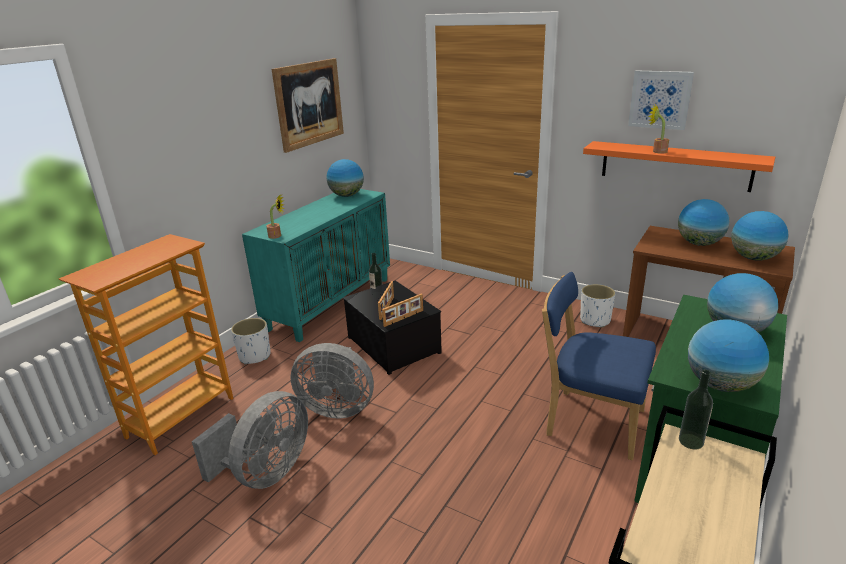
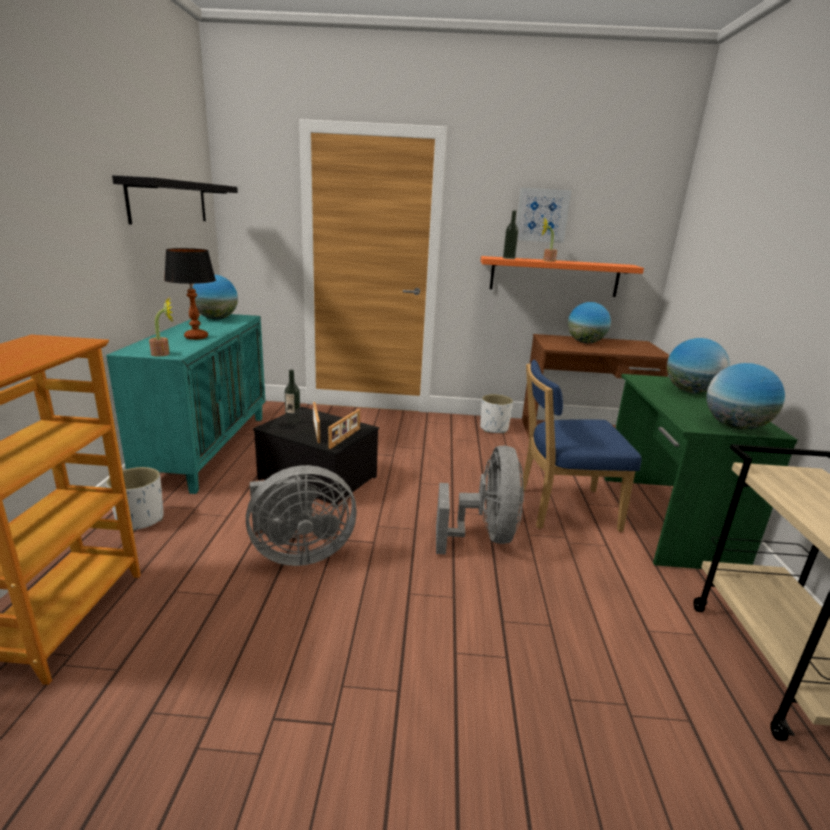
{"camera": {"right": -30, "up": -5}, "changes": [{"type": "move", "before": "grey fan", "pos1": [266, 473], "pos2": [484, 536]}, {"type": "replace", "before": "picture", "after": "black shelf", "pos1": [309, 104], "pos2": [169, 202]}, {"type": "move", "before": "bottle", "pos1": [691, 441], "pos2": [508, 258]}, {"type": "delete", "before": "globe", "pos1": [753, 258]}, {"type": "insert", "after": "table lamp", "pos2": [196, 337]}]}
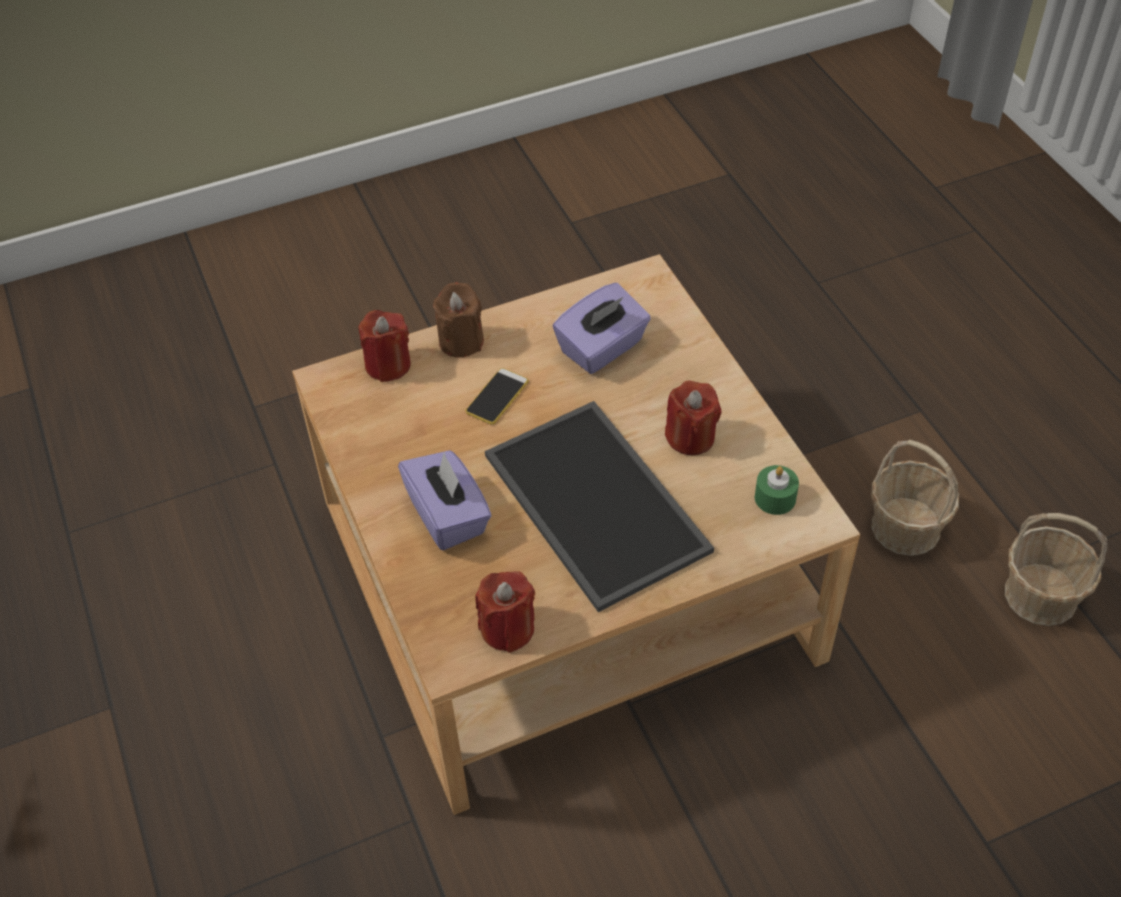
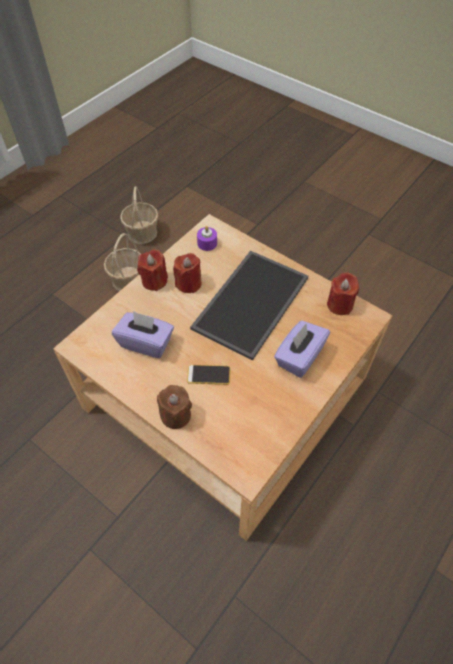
{"camera": {"right": -120, "up": 5}, "changes": [{"type": "move", "before": "red candle", "pos1": [388, 365], "pos2": [154, 281]}, {"type": "recolor", "before": "green candle", "after": "purple candle", "pos1": [775, 498], "pos2": [207, 243]}]}
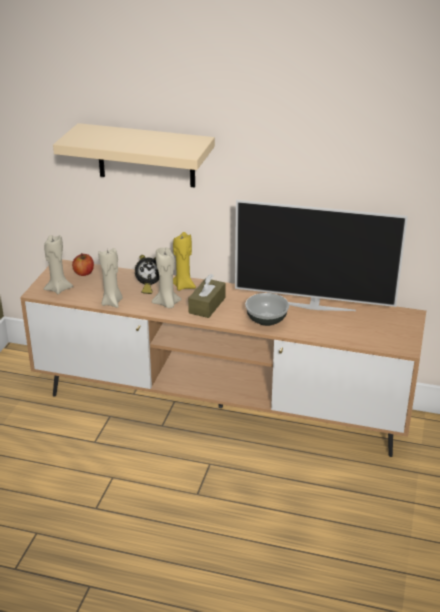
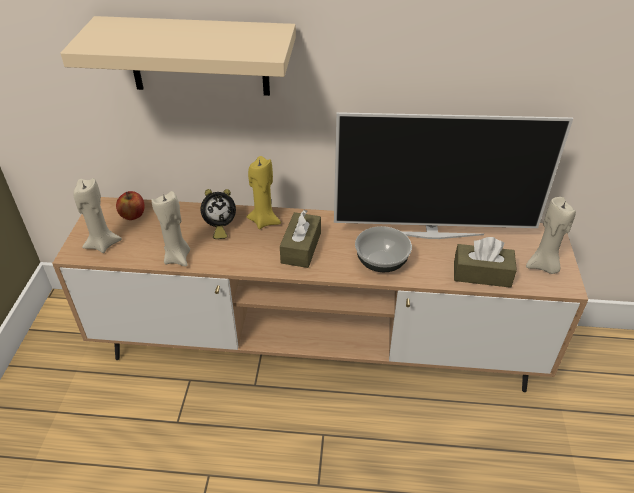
{"camera": {"right": -10, "up": 10}, "changes": [{"type": "move", "before": "beige candle", "pos1": [167, 304], "pos2": [543, 266]}, {"type": "insert", "after": "brown tissue box", "pos2": [482, 274]}]}
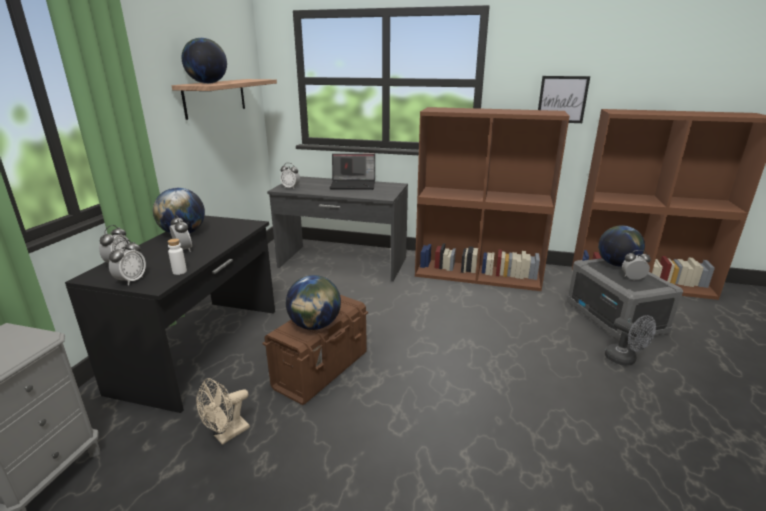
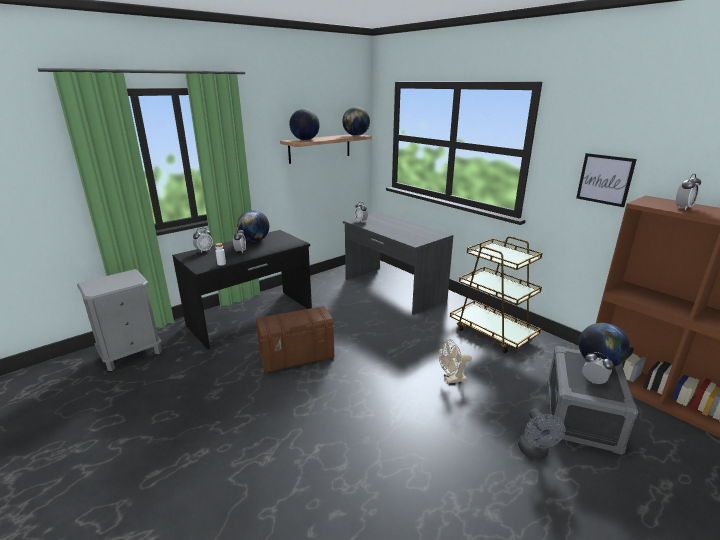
{"camera": {"right": 35, "up": 0}, "changes": [{"type": "move", "before": "alarm clock", "pos1": [131, 280], "pos2": [683, 208]}, {"type": "move", "before": "beige fan", "pos1": [227, 435], "pos2": [451, 379]}, {"type": "move", "before": "globe", "pos1": [315, 325], "pos2": [356, 135]}, {"type": "delete", "before": "laptop", "pos1": [353, 185]}, {"type": "replace", "before": "brown bookcase", "after": "brown cart", "pos1": [478, 274], "pos2": [492, 332]}]}
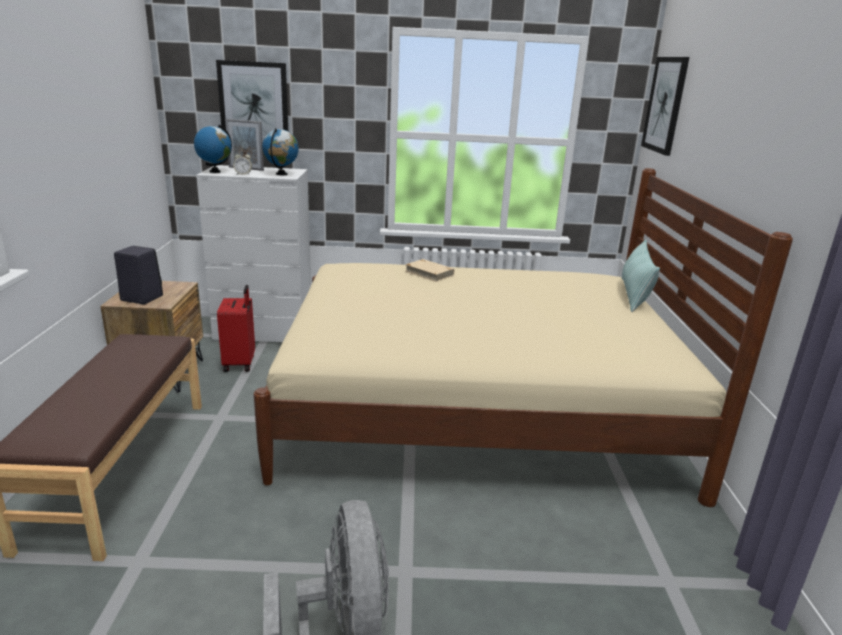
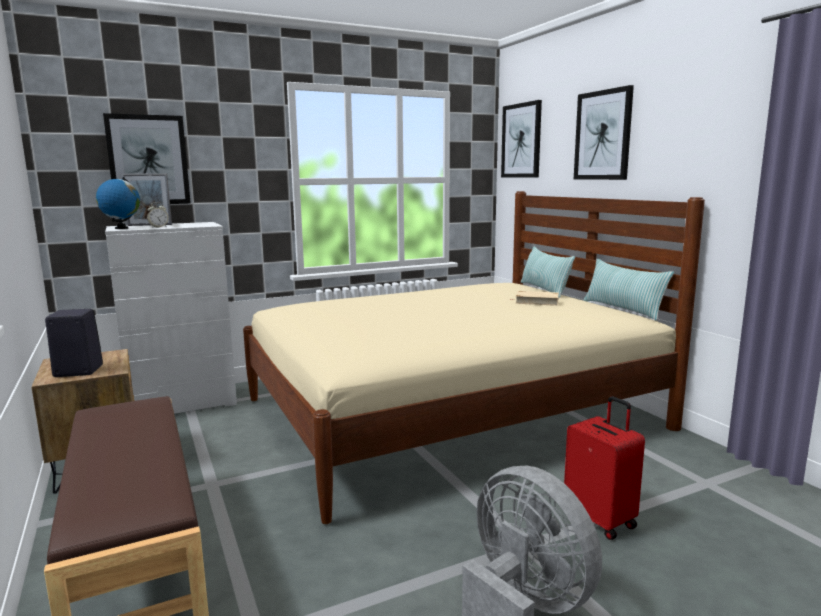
{"camera": {"right": -25, "up": -10}, "changes": [{"type": "move", "before": "red suitcase", "pos1": [240, 363], "pos2": [601, 519]}, {"type": "delete", "before": "globe", "pos1": [281, 174]}, {"type": "move", "before": "beige book", "pos1": [429, 273], "pos2": [536, 301]}, {"type": "insert", "after": "picture", "pos2": [603, 135]}, {"type": "insert", "after": "pillow", "pos2": [623, 309]}]}
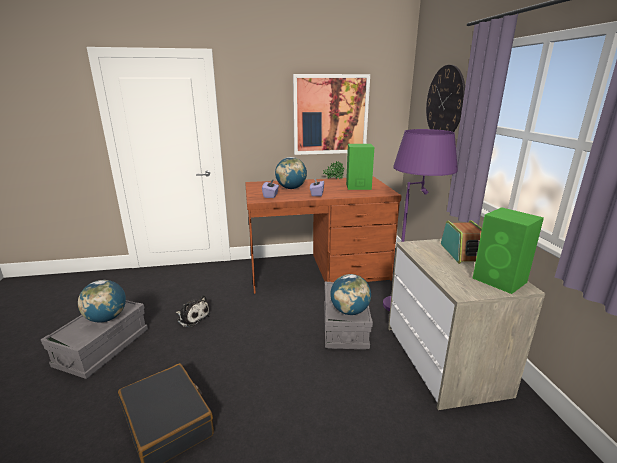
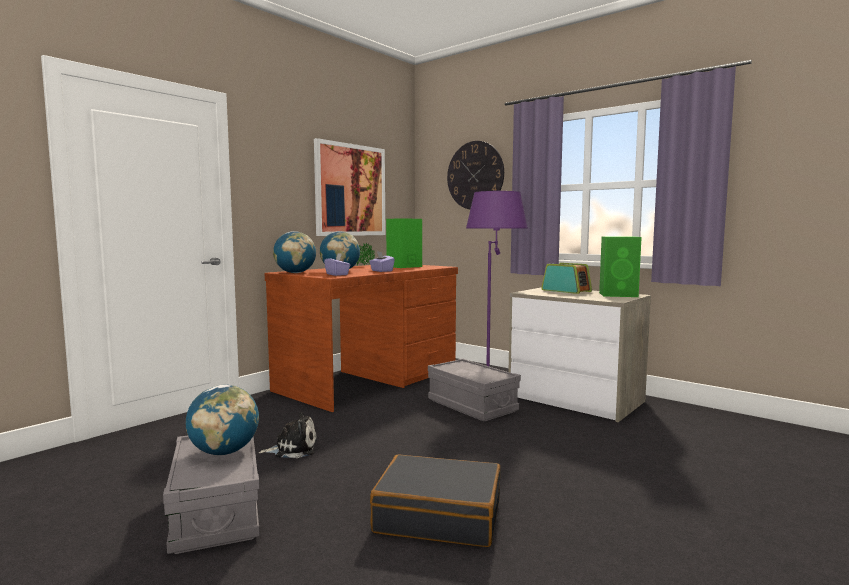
{"camera": {"right": -40, "up": -15}, "changes": [{"type": "move", "before": "globe", "pos1": [349, 311], "pos2": [295, 273]}]}
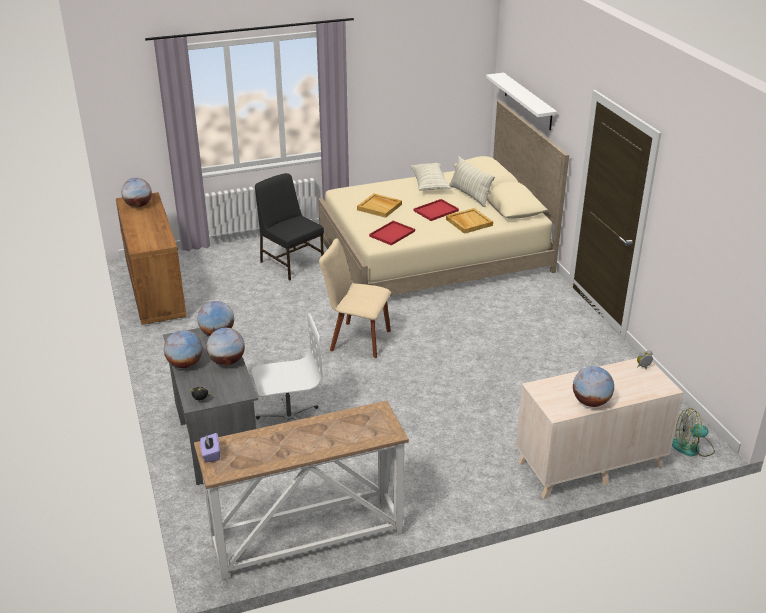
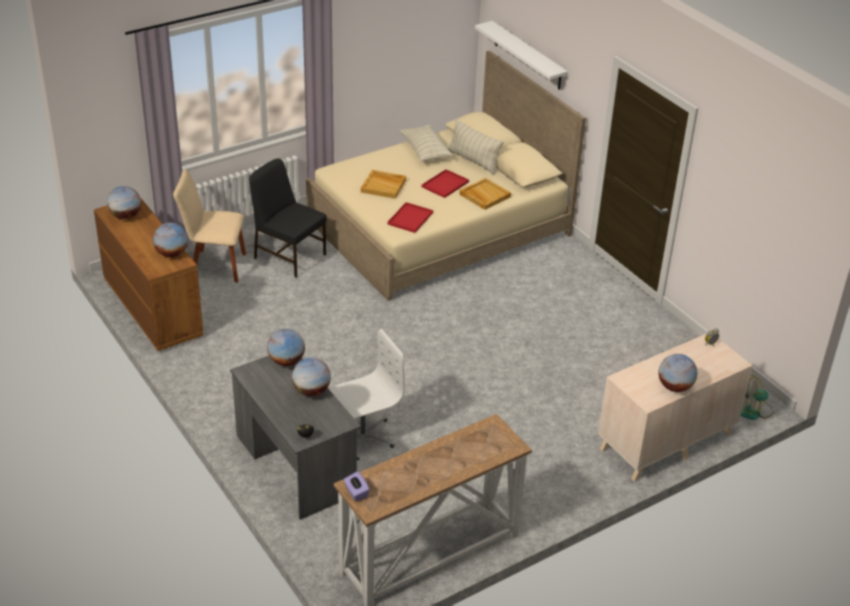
{"camera": {"right": -15, "up": 5}, "changes": [{"type": "move", "before": "globe", "pos1": [185, 364], "pos2": [171, 253]}, {"type": "move", "before": "beige chair", "pos1": [357, 339], "pos2": [214, 266]}]}
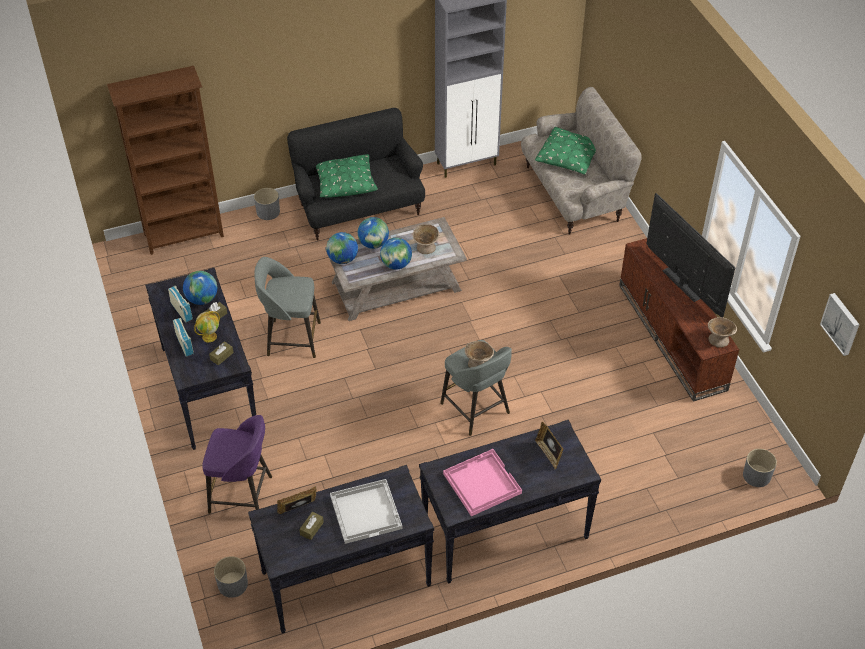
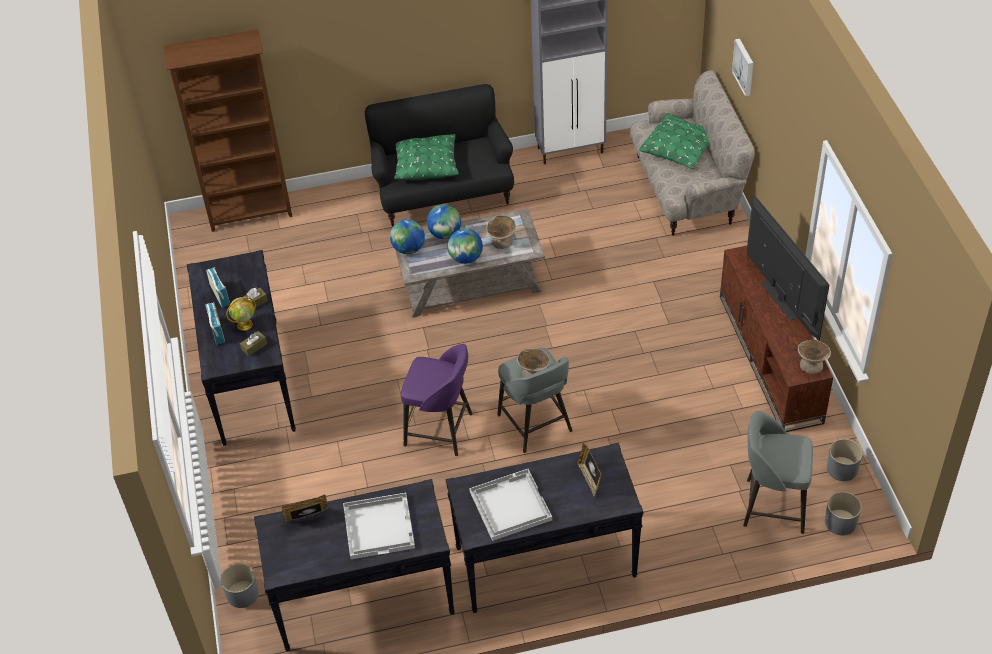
{"camera": {"right": 10, "up": 0}, "changes": [{"type": "delete", "before": "globe", "pos1": [202, 299]}, {"type": "move", "before": "purple stool", "pos1": [243, 495], "pos2": [440, 430]}, {"type": "move", "before": "grey planter", "pos1": [268, 212], "pos2": [842, 468]}, {"type": "move", "before": "grey stool", "pos1": [291, 338], "pos2": [772, 505]}, {"type": "delete", "before": "brown tissue box", "pos1": [311, 528]}, {"type": "recolor", "before": "pink tray", "after": "white tray", "pos1": [481, 483], "pos2": [509, 505]}, {"type": "move", "before": "picture", "pos1": [841, 323], "pos2": [744, 67]}]}
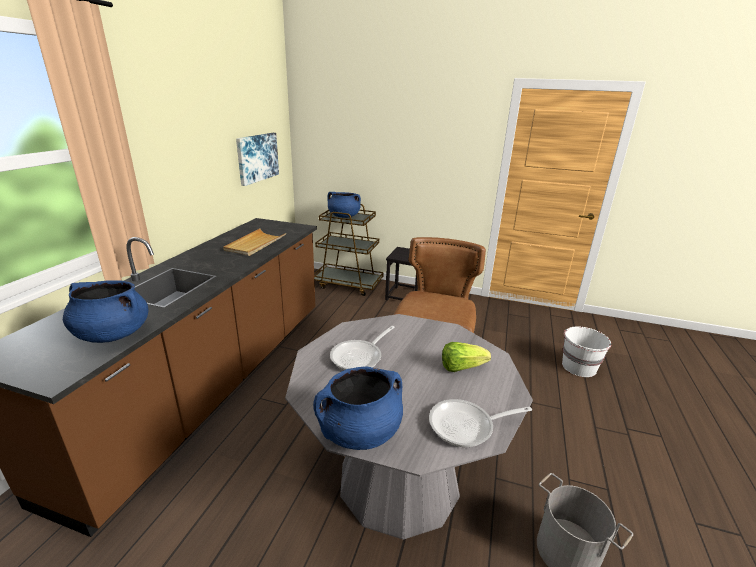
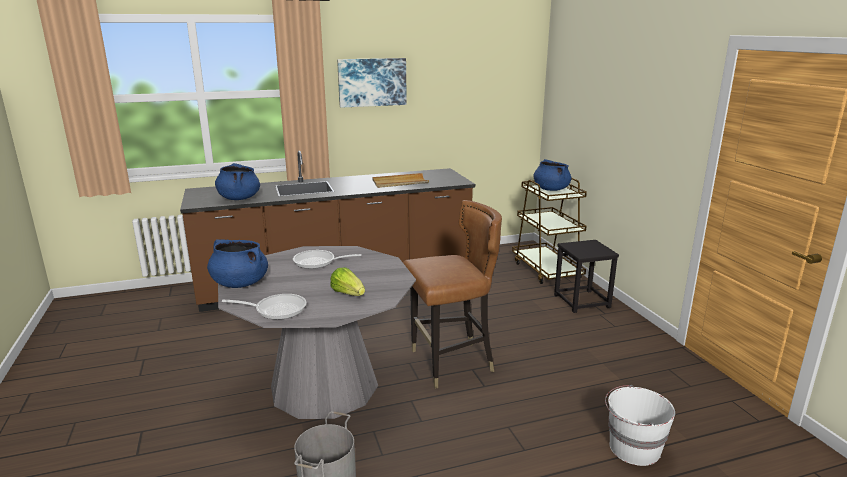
{"camera": {"right": 55, "up": -5}, "changes": [{"type": "move", "before": "picture", "pos1": [257, 157], "pos2": [372, 82]}, {"type": "rotate", "before": "frying pan", "pos1": [466, 426], "pos2": [276, 309], "turn": 135}]}
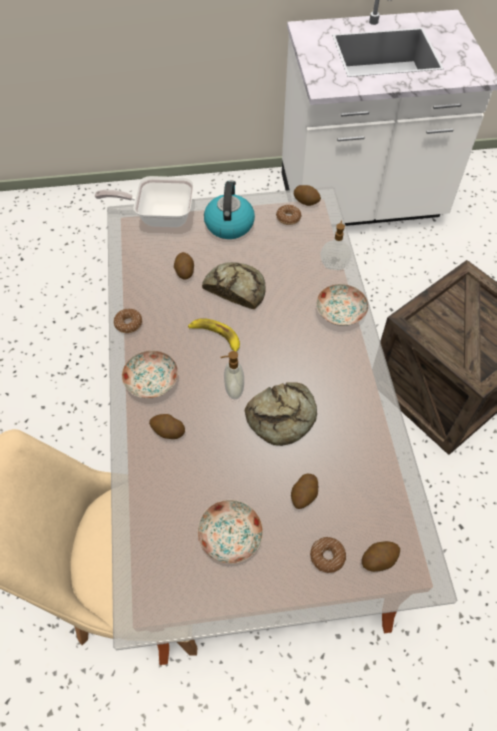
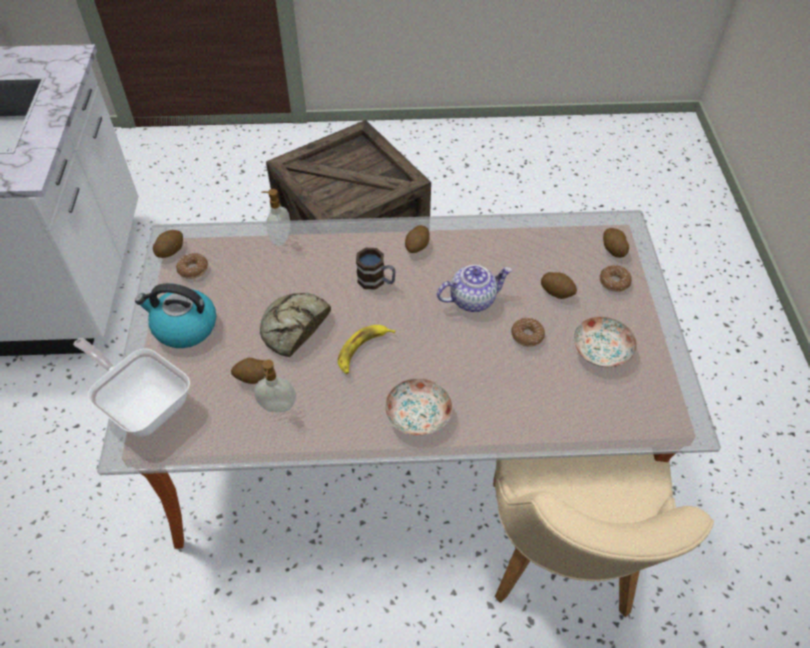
{"camera": {"right": -85, "up": -5}, "changes": [{"type": "rotate", "before": "frying pan", "pos1": [159, 216], "pos2": [143, 404], "turn": 120}, {"type": "move", "before": "donut", "pos1": [128, 323], "pos2": [527, 335]}, {"type": "move", "before": "potato", "pos1": [168, 431], "pos2": [417, 247]}, {"type": "move", "before": "soap dispenser", "pos1": [233, 390], "pos2": [277, 407]}, {"type": "replace", "before": "bread", "after": "teapot", "pos1": [283, 417], "pos2": [472, 299]}, {"type": "delete", "before": "plate", "pos1": [341, 312]}, {"type": "insert", "after": "mug", "pos2": [376, 281]}]}
